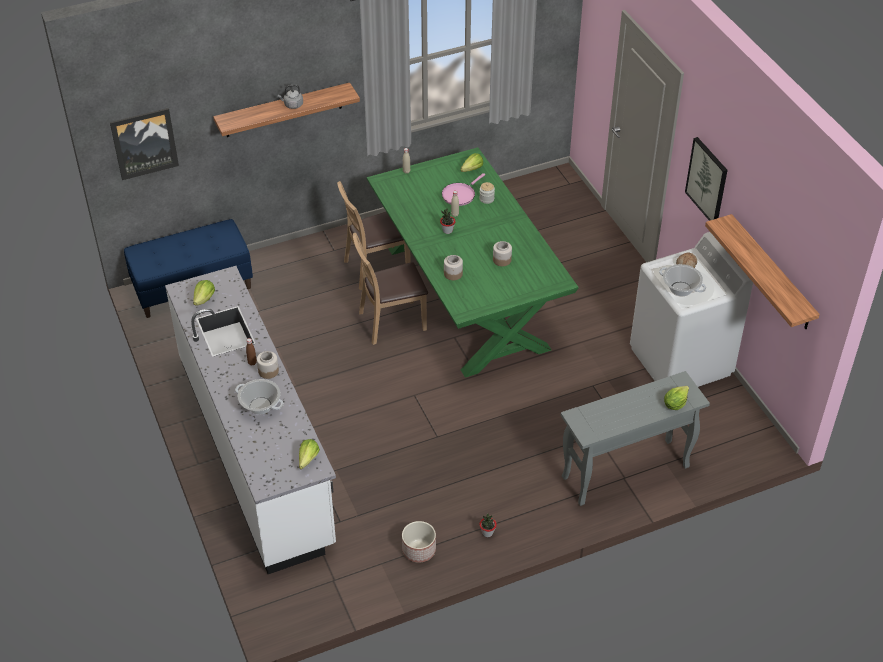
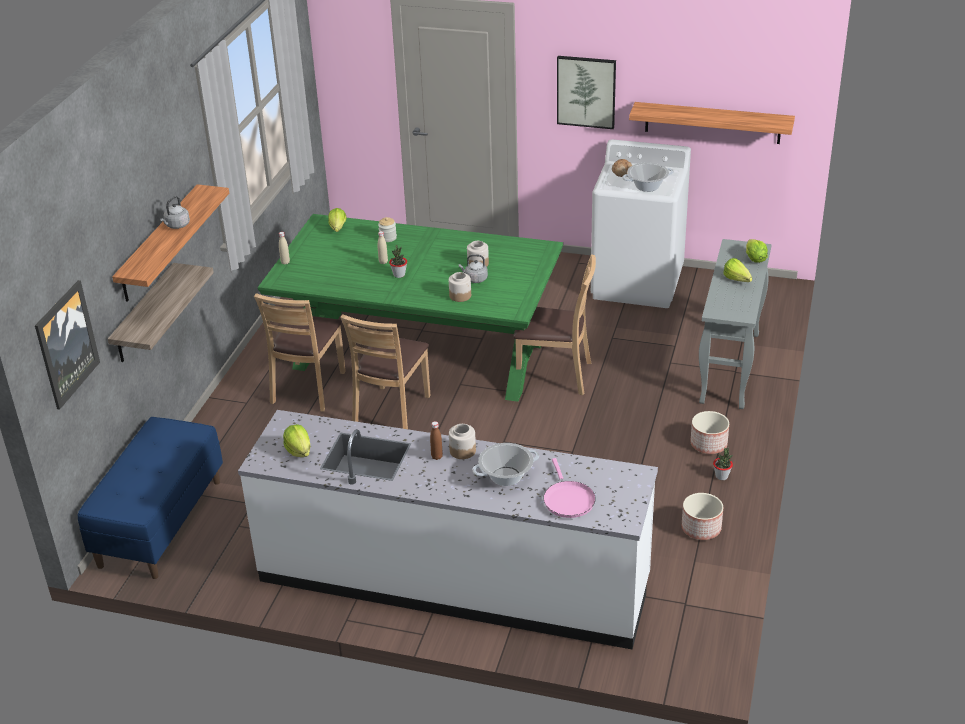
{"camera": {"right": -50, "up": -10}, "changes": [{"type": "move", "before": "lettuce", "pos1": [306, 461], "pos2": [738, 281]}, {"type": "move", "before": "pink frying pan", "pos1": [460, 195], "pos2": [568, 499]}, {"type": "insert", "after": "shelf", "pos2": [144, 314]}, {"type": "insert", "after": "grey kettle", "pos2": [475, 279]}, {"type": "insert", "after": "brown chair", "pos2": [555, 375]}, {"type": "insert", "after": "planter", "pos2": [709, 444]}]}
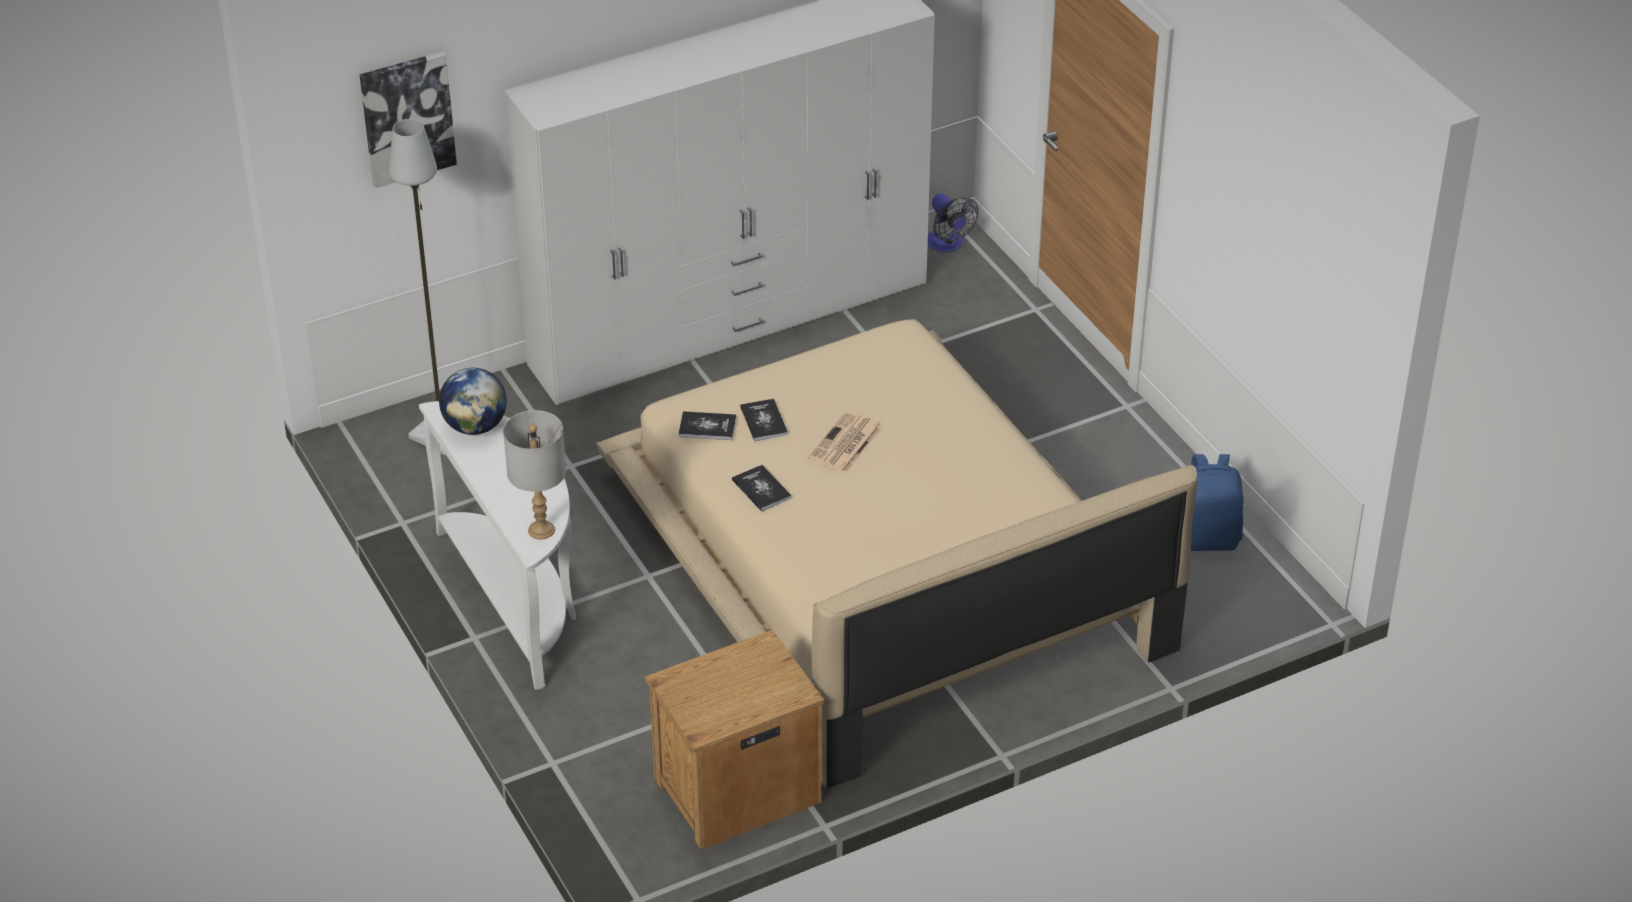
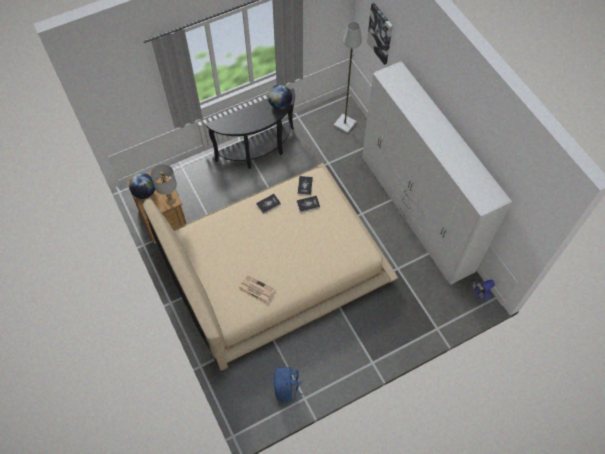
{"camera": {"right": 90, "up": 20}, "changes": [{"type": "recolor", "before": "white console table", "after": "black console table", "pos1": [517, 599], "pos2": [259, 151]}, {"type": "move", "before": "grey table lamp", "pos1": [541, 530], "pos2": [170, 200]}, {"type": "move", "before": "newspaper", "pos1": [845, 444], "pos2": [256, 289]}, {"type": "insert", "after": "globe", "pos2": [145, 192]}]}
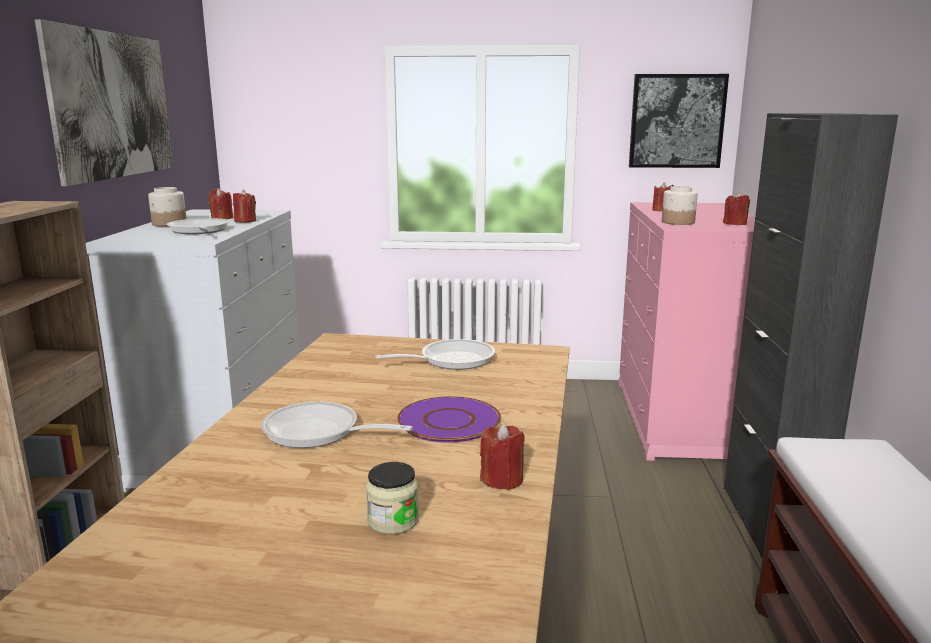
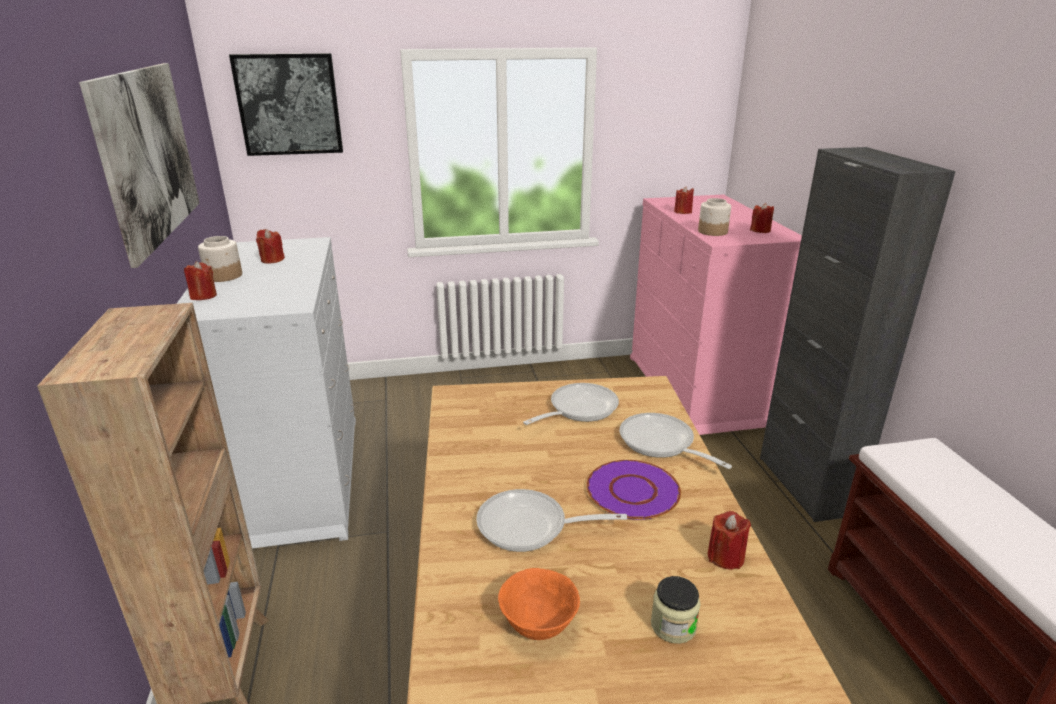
{"camera": {"right": -15, "up": 10}, "changes": [{"type": "move", "before": "frying pan", "pos1": [199, 231], "pos2": [661, 444]}, {"type": "move", "before": "red candle", "pos1": [245, 221], "pos2": [203, 296]}, {"type": "move", "before": "picture", "pos1": [676, 121], "pos2": [289, 104]}, {"type": "insert", "after": "orange bowl", "pos2": [538, 625]}]}
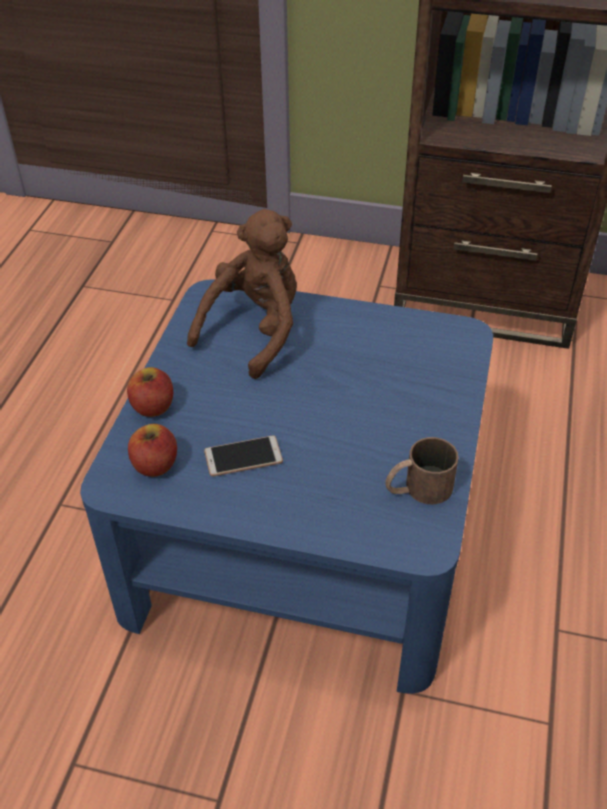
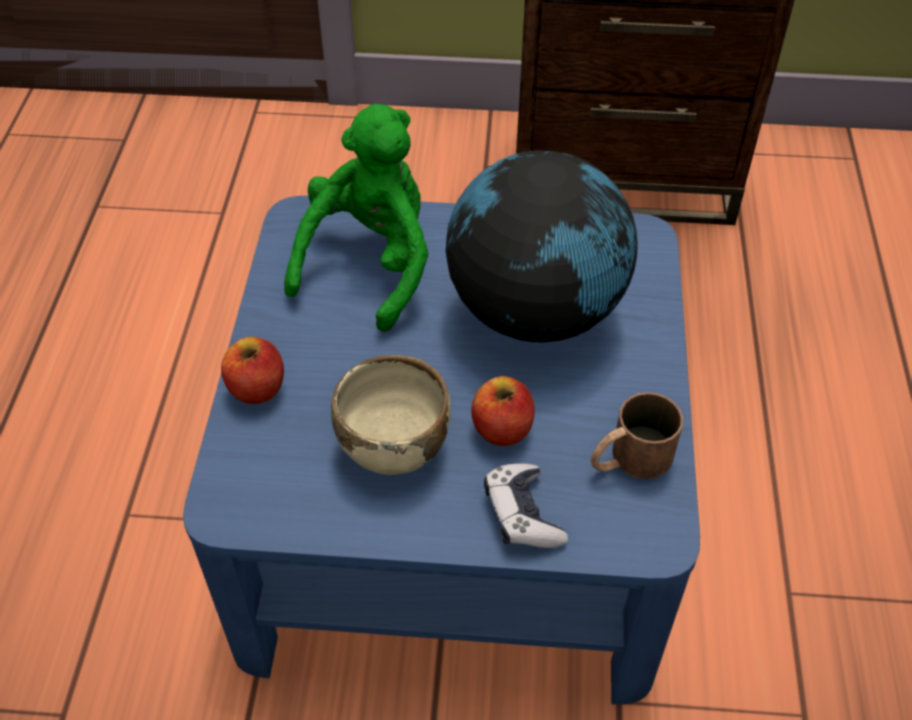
{"camera": {"right": -10, "up": 5}, "changes": [{"type": "move", "before": "apple", "pos1": [155, 465], "pos2": [502, 428]}, {"type": "recolor", "before": "brown plush toy", "after": "green plush toy", "pos1": [255, 331], "pos2": [370, 264]}, {"type": "replace", "before": "phone", "after": "beige bowl", "pos1": [243, 457], "pos2": [393, 444]}, {"type": "insert", "after": "globe", "pos2": [535, 311]}, {"type": "insert", "after": "game controller", "pos2": [522, 514]}]}
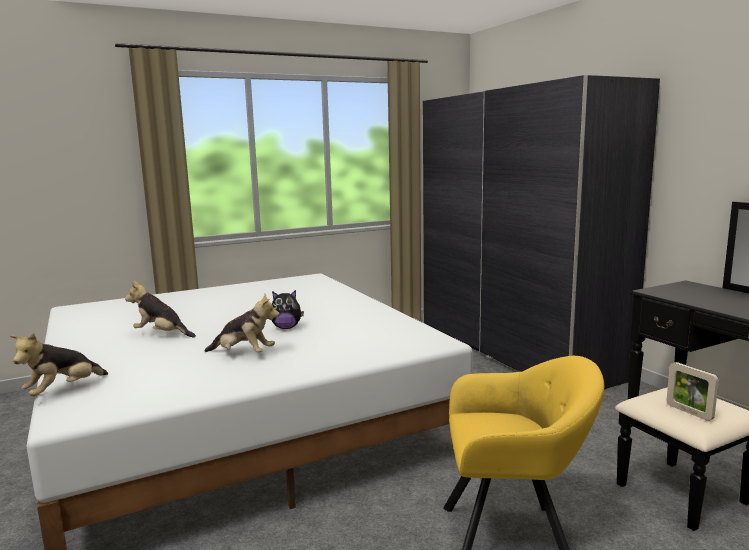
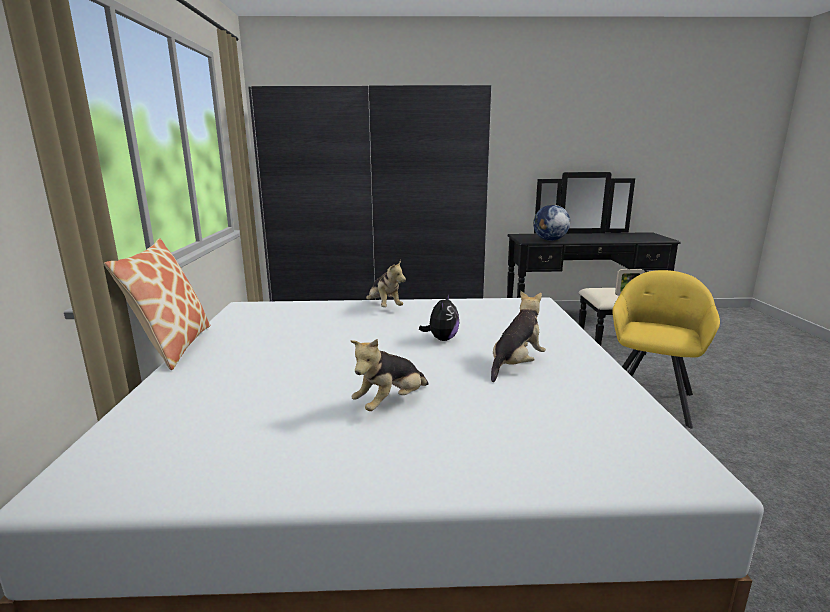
{"camera": {"right": -65, "up": 5}, "changes": [{"type": "move", "before": "plush toy", "pos1": [63, 391], "pos2": [384, 307]}, {"type": "insert", "after": "pillow", "pos2": [173, 347]}, {"type": "insert", "after": "globe", "pos2": [549, 240]}]}
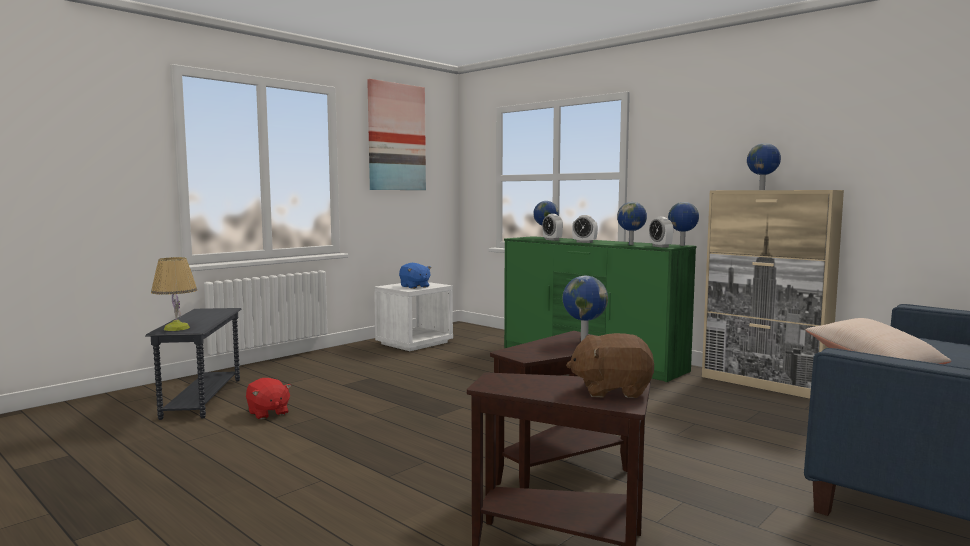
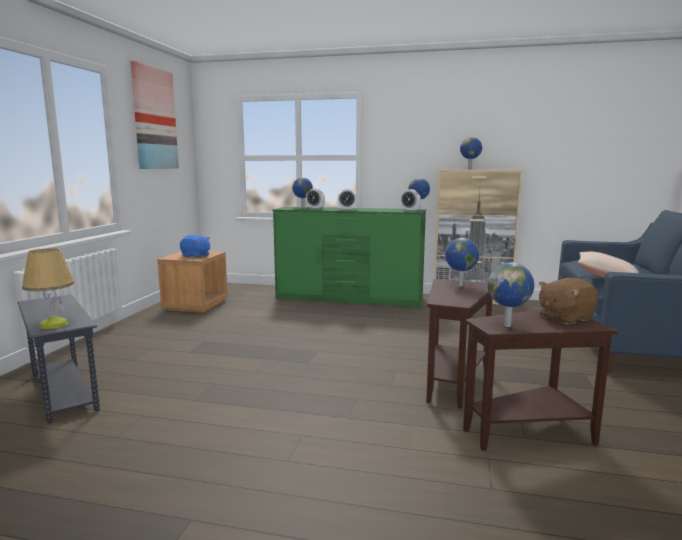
{"camera": {"right": -30, "up": 5}, "changes": [{"type": "delete", "before": "red plush toy", "pos1": [268, 413]}, {"type": "recolor", "before": "white nightstand", "after": "brown nightstand", "pos1": [414, 343], "pos2": [195, 305]}, {"type": "move", "before": "globe", "pos1": [631, 244], "pos2": [508, 325]}]}
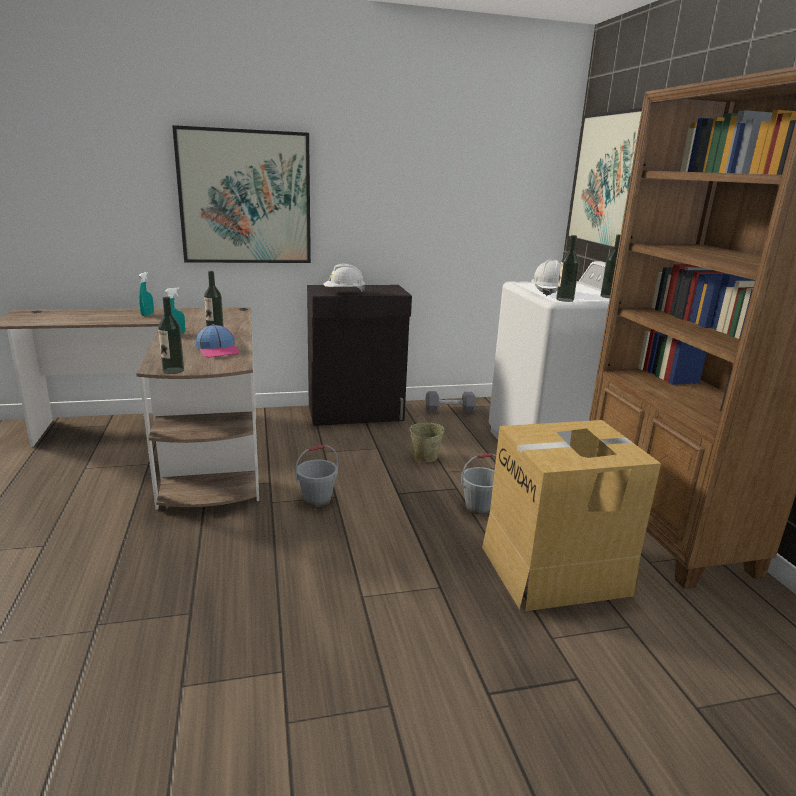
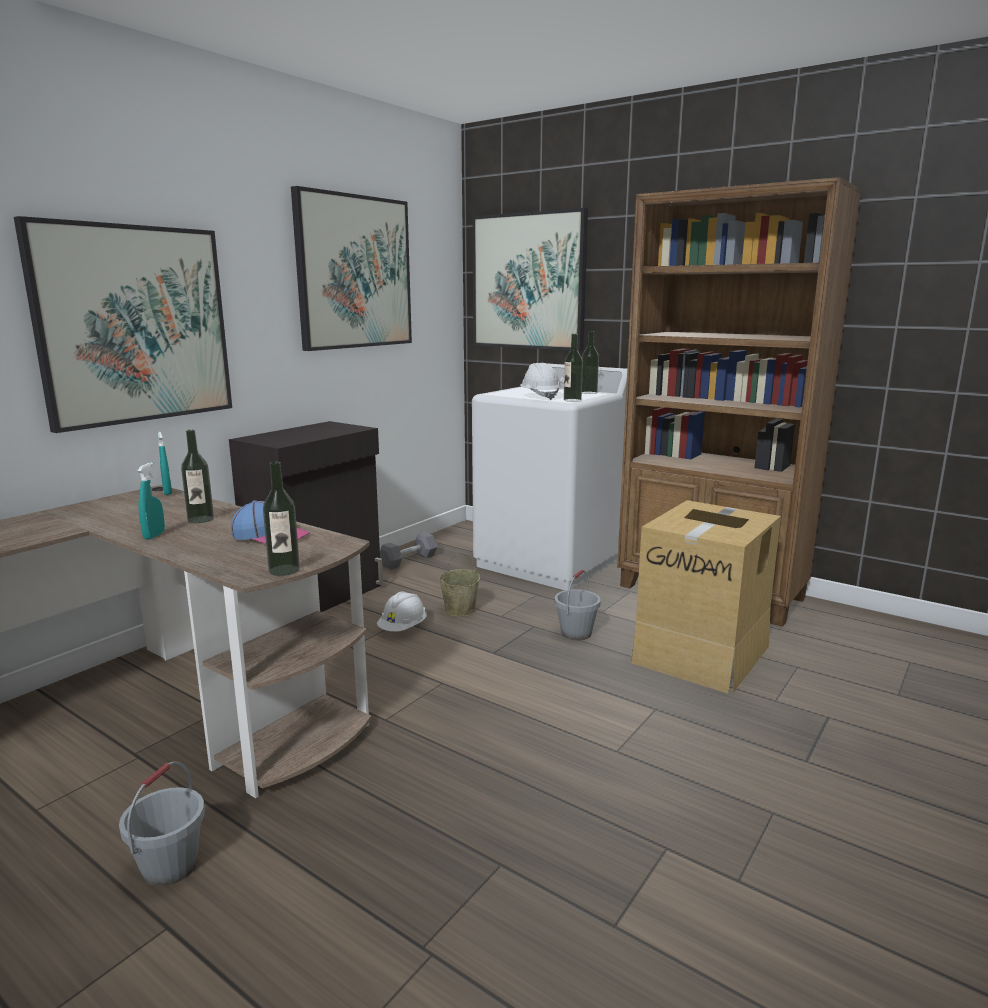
{"camera": {"right": -40, "up": -5}, "changes": [{"type": "move", "before": "turquoise spray bottle", "pos1": [147, 314], "pos2": [167, 492]}, {"type": "move", "before": "grey bucket", "pos1": [317, 499], "pos2": [170, 866]}, {"type": "move", "before": "white hard hat", "pos1": [344, 292], "pos2": [403, 629]}, {"type": "insert", "after": "picture", "pos2": [354, 272]}]}
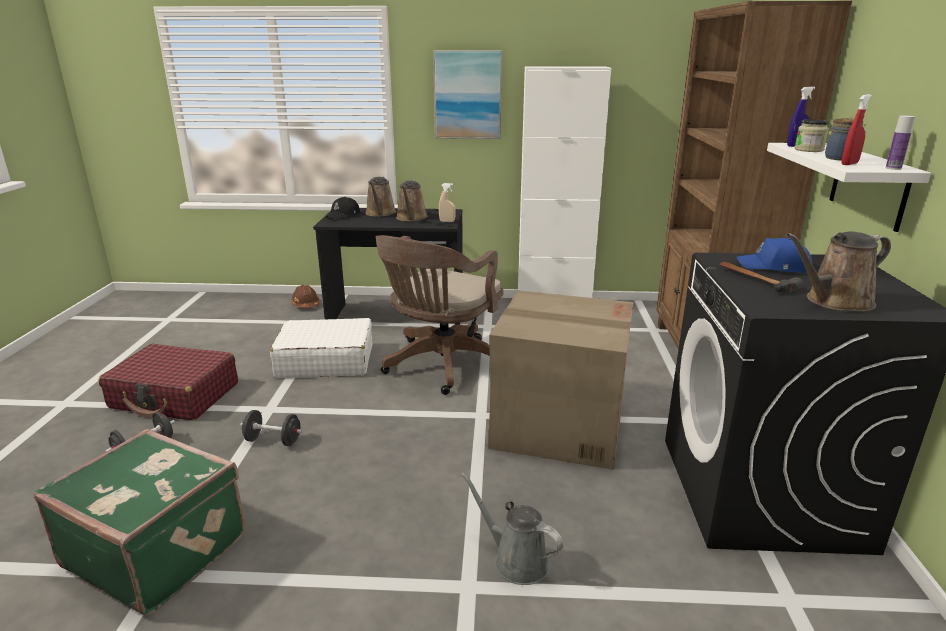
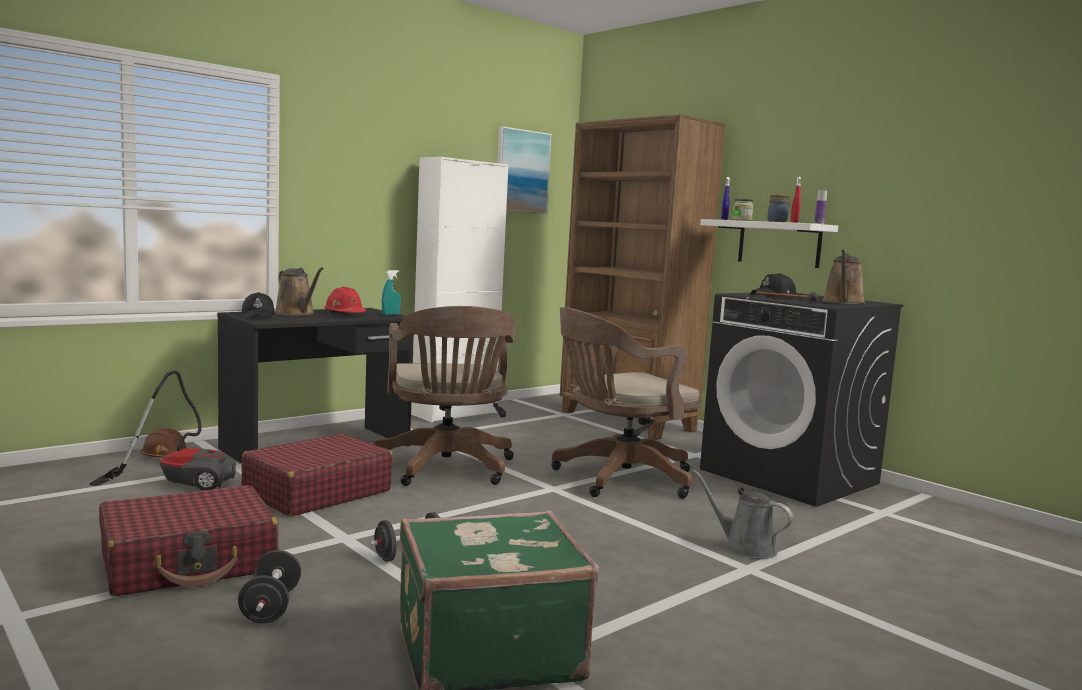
{"camera": {"right": -45, "up": -15}, "changes": [{"type": "recolor", "before": "white suitcase", "after": "red suitcase", "pos1": [325, 361], "pos2": [316, 492]}, {"type": "replace", "before": "brown watering can", "after": "red hard hat", "pos1": [411, 218], "pos2": [345, 314]}, {"type": "move", "before": "picture", "pos1": [467, 95], "pos2": [522, 171]}, {"type": "recolor", "before": "beige spray bottle", "after": "turquoise spray bottle", "pos1": [447, 221], "pos2": [390, 314]}, {"type": "rotate", "before": "grey watering can", "pos1": [516, 560], "pos2": [745, 547], "turn": 45}, {"type": "replace", "before": "cardboard box", "after": "brown office chair", "pos1": [557, 424], "pos2": [618, 479]}, {"type": "recolor", "before": "blue cap", "after": "black cap", "pos1": [774, 267], "pos2": [774, 295]}, {"type": "insert", "after": "vacuum cleaner", "pos2": [180, 481]}]}
